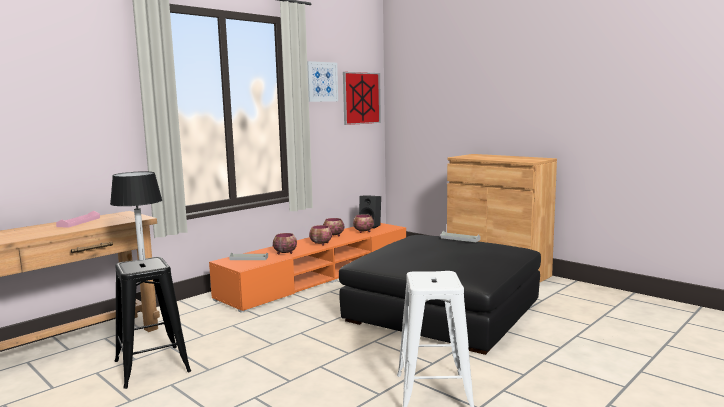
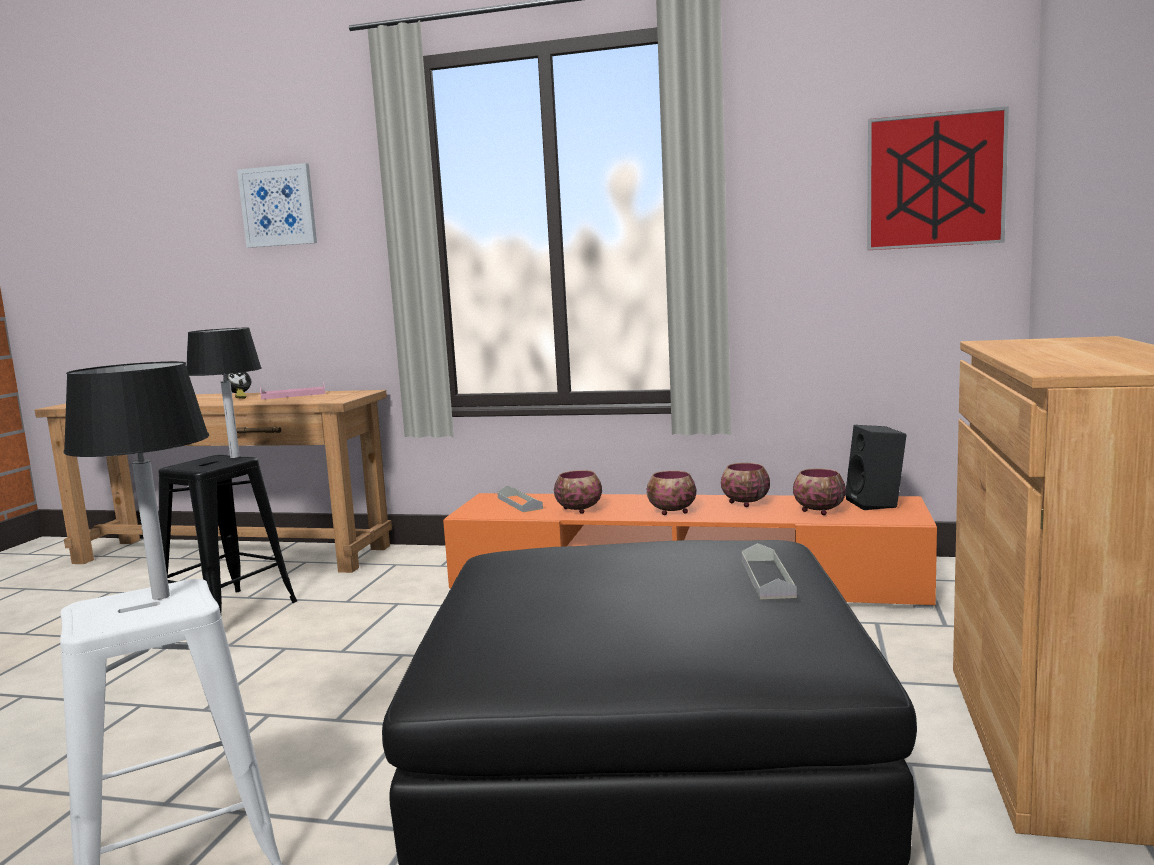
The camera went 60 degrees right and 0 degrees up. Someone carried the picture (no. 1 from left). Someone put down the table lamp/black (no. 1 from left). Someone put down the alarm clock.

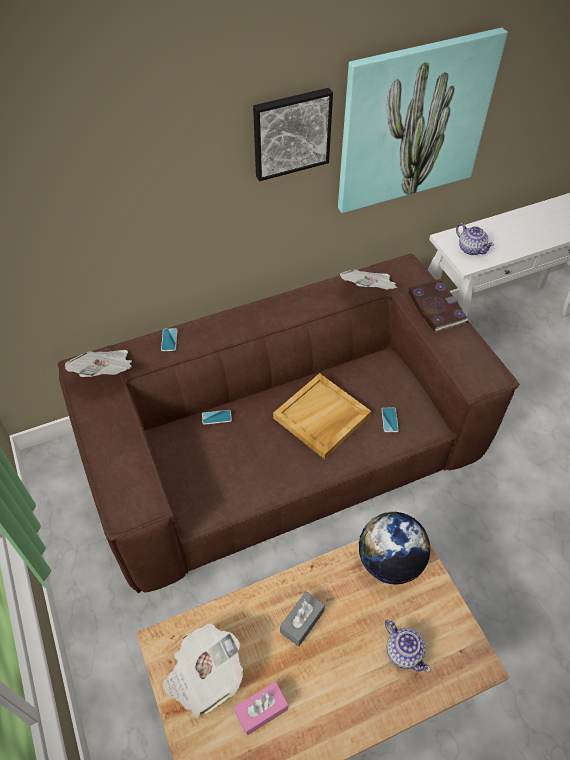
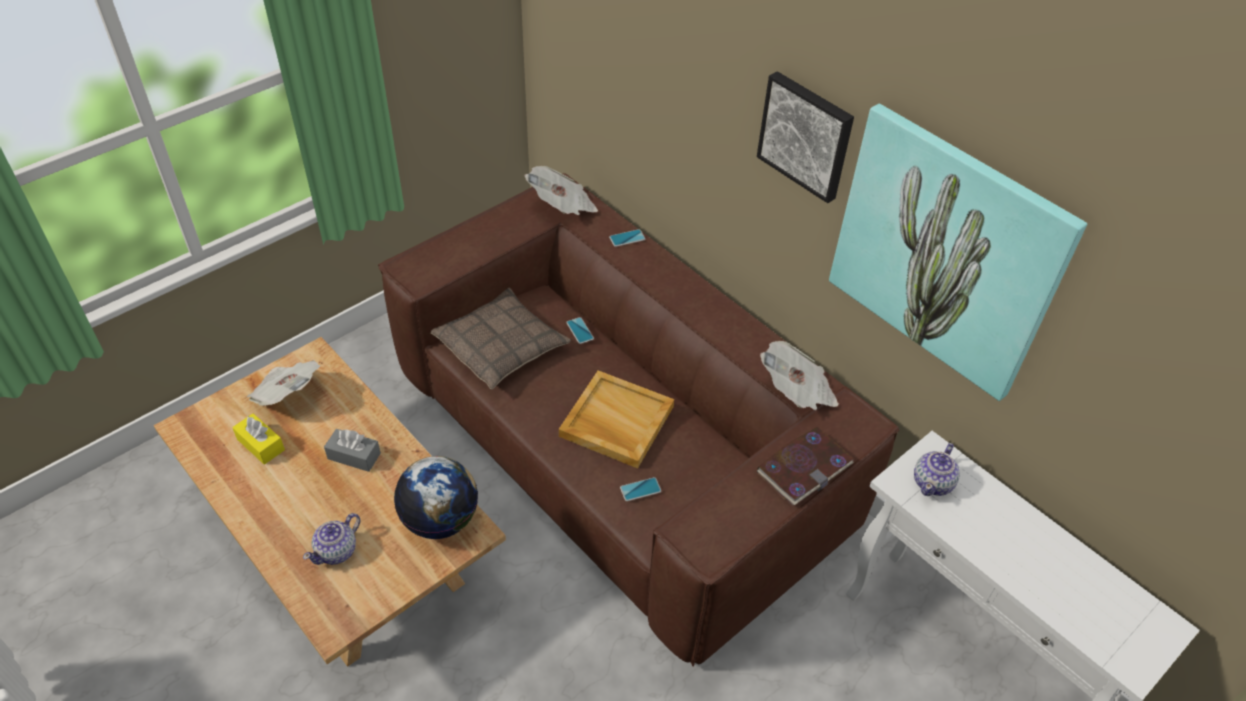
The camera went 70 degrees right and 5 degrees down. Someone repainted the tissue box/pink, which became the tissue box/yellow. Someone put down the pillow.

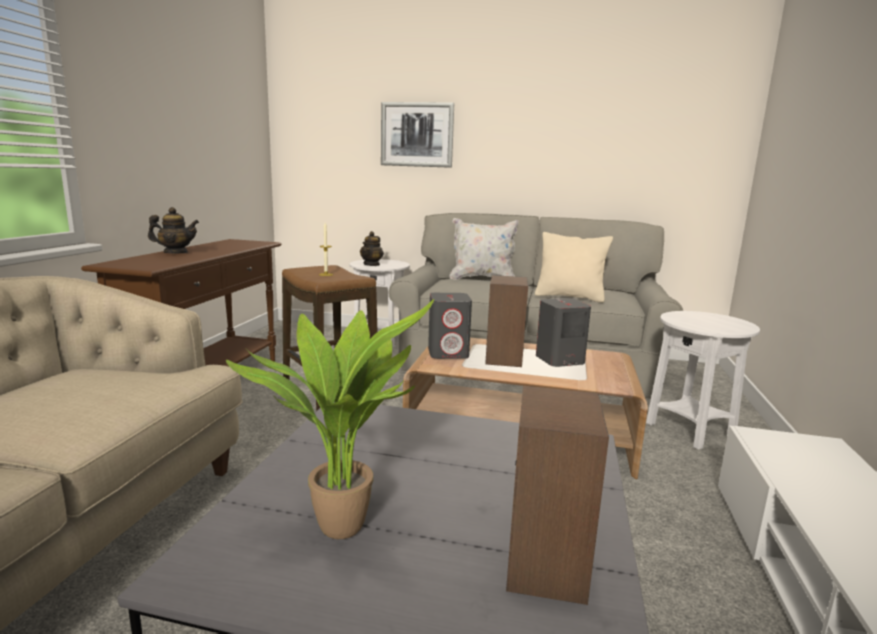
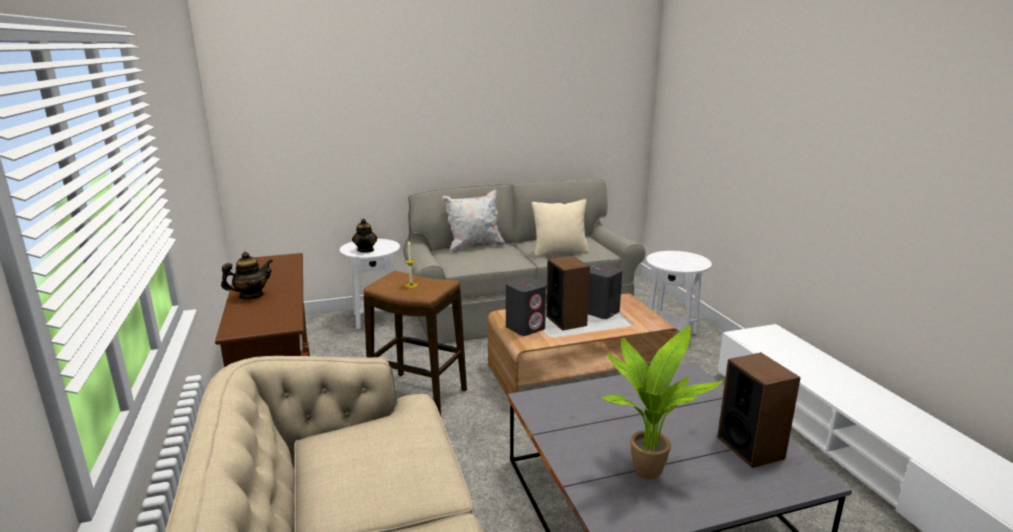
The camera went 30 degrees left and 5 degrees up. Someone took away the picture.

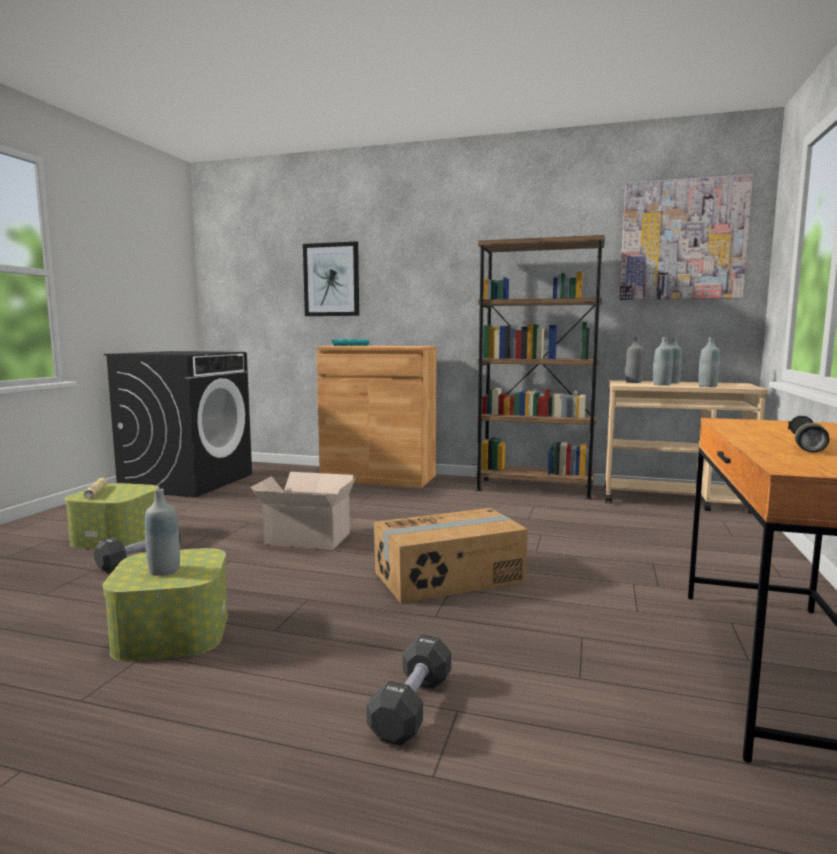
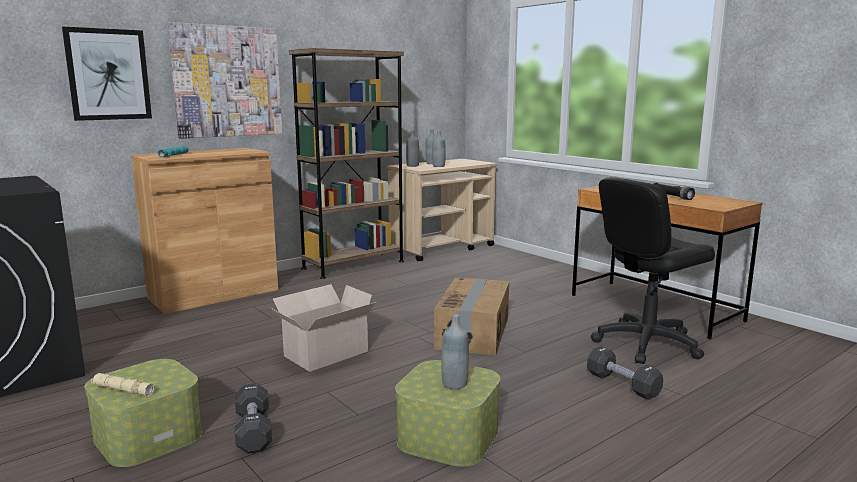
The camera went 55 degrees left and 5 degrees up. Someone carried the picture (no. 2 from left). Someone took away the bottle/grey (no. 5 from left). Someone put down the office chair/black.

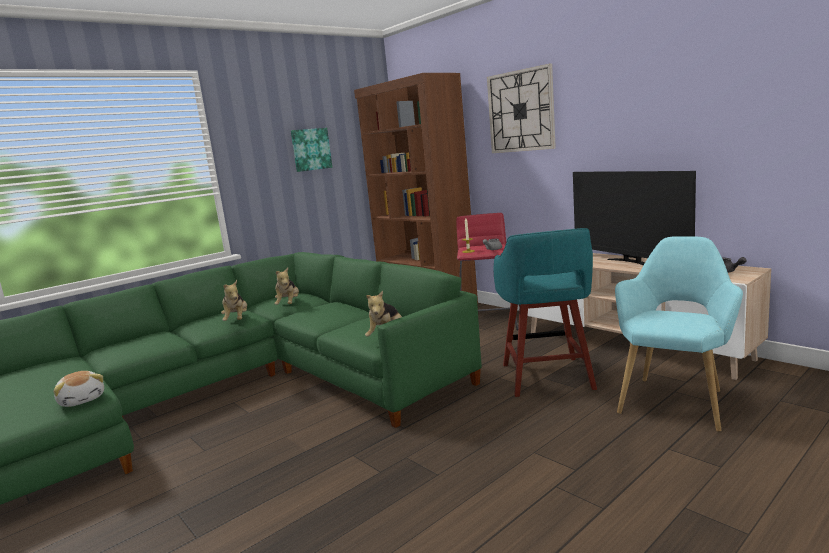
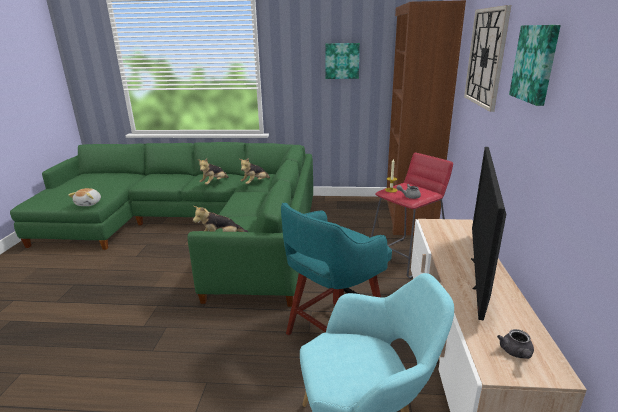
The camera went 45 degrees right and 10 degrees up. Someone put up the picture (no. 2 from left).

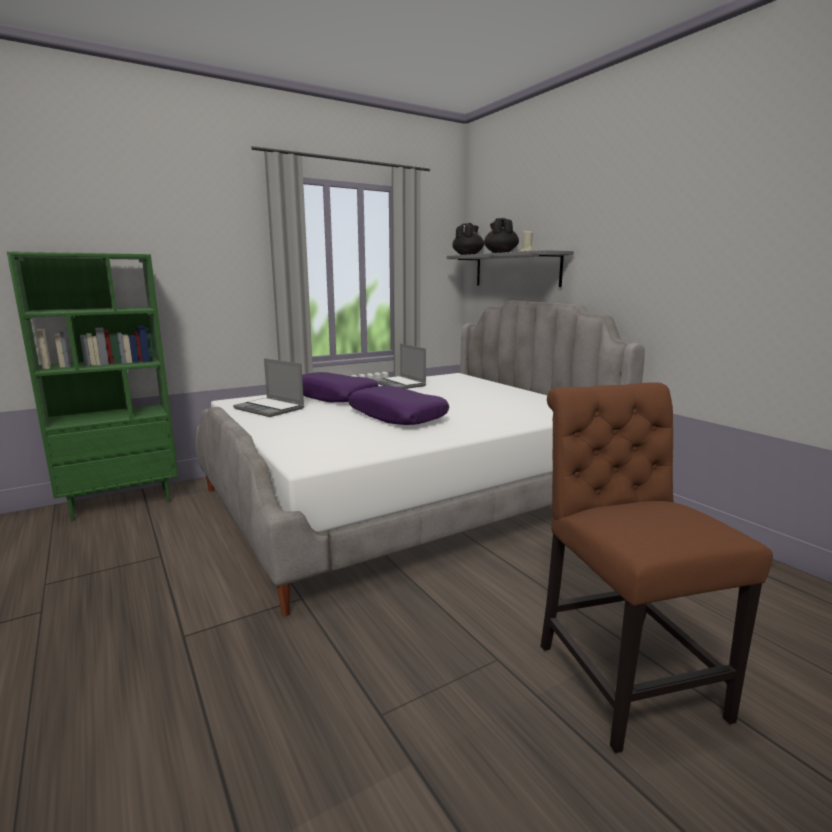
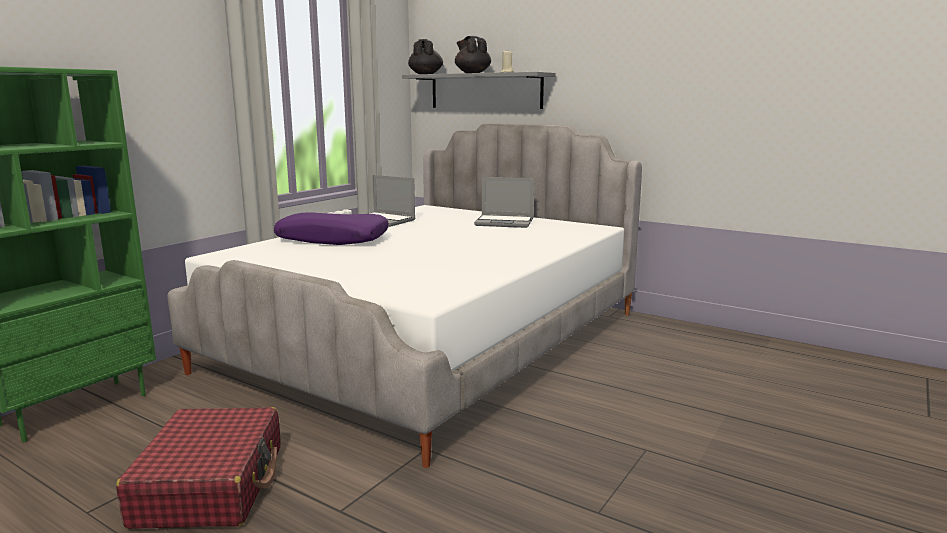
The camera went 25 degrees left and 0 degrees up. Someone carried the laptop (no. 1 from left in the first image). Someone took away the chair/brown. Someone took away the pillow/purple (no. 2 from left). Someone put down the suitcase/red.

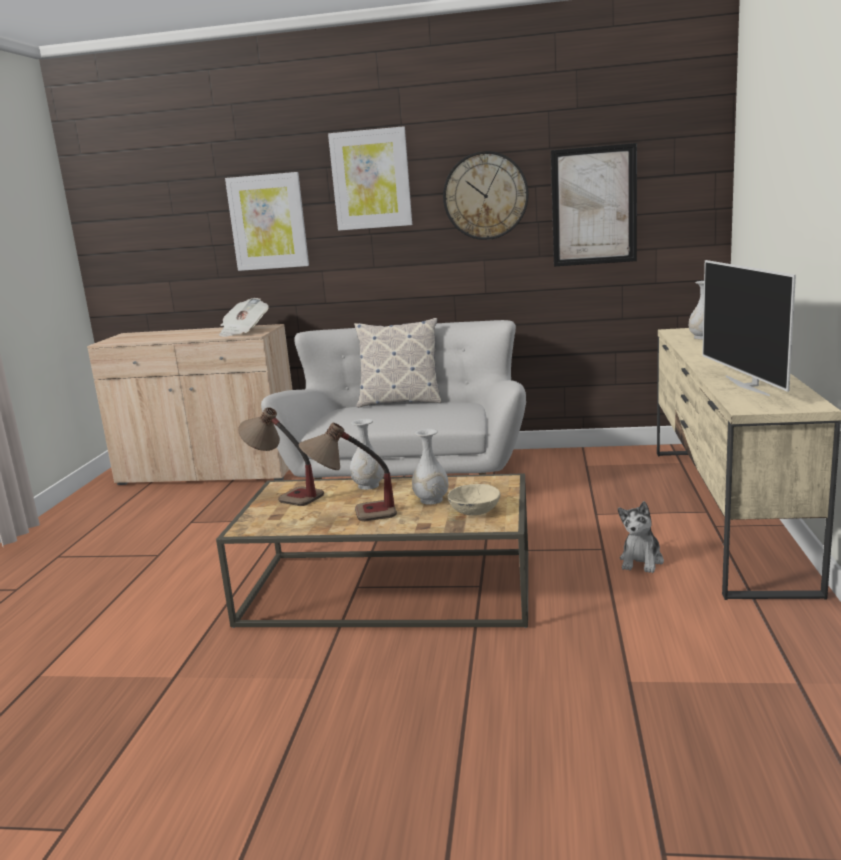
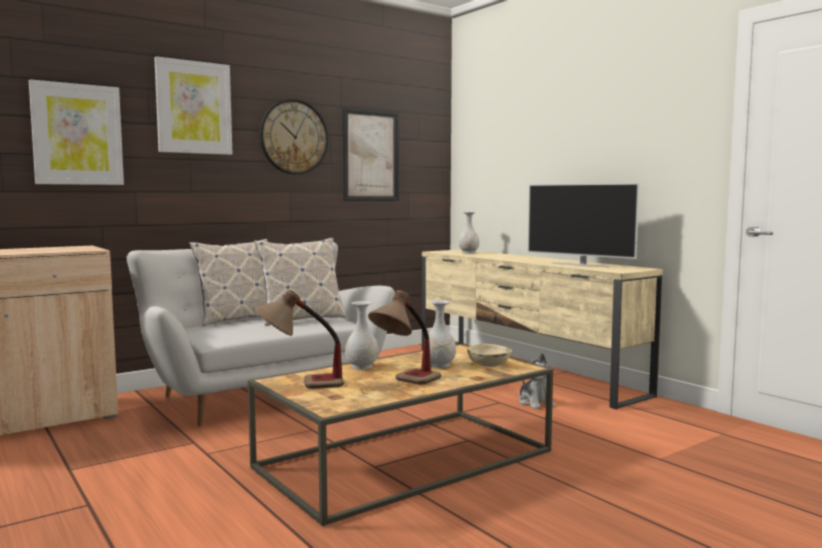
The camera went 45 degrees left and 10 degrees down. Someone took away the newspaper. Someone put down the pillow (no. 2 from left).

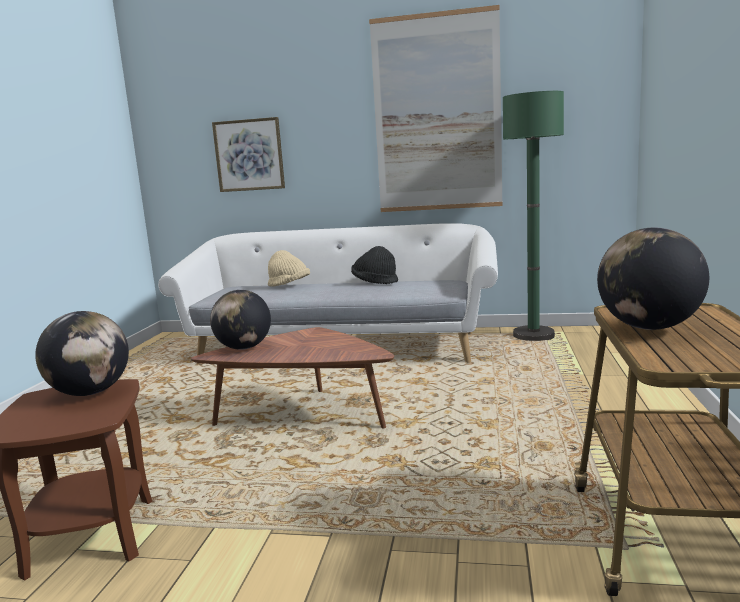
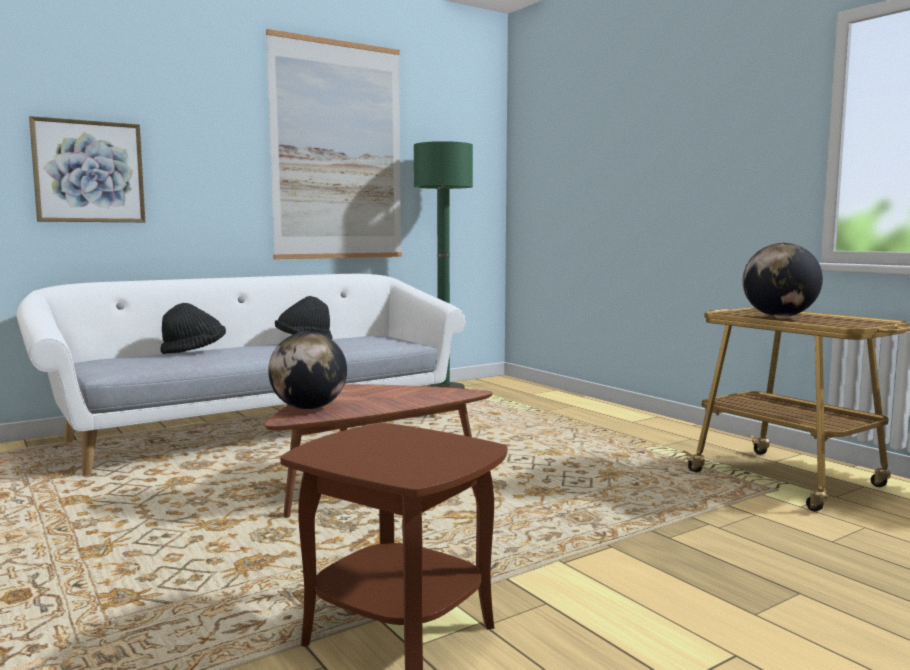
The camera went 45 degrees left and 5 degrees down. Someone repainted the hat/beige, which became the hat/black (no. 1 from left). Someone took away the globe (no. 1 from left).

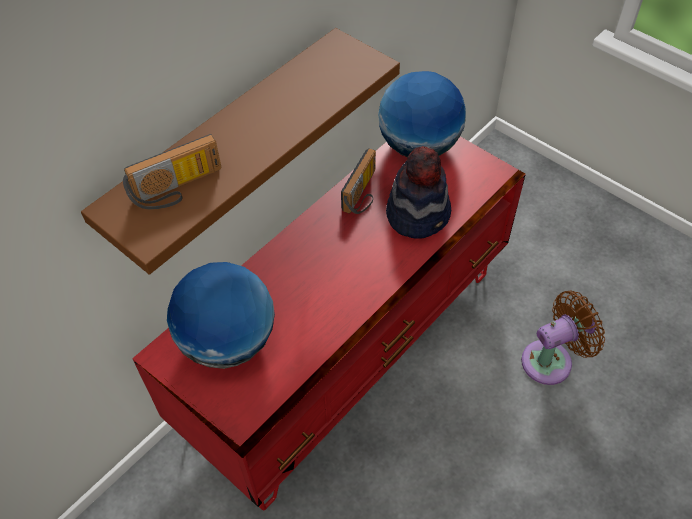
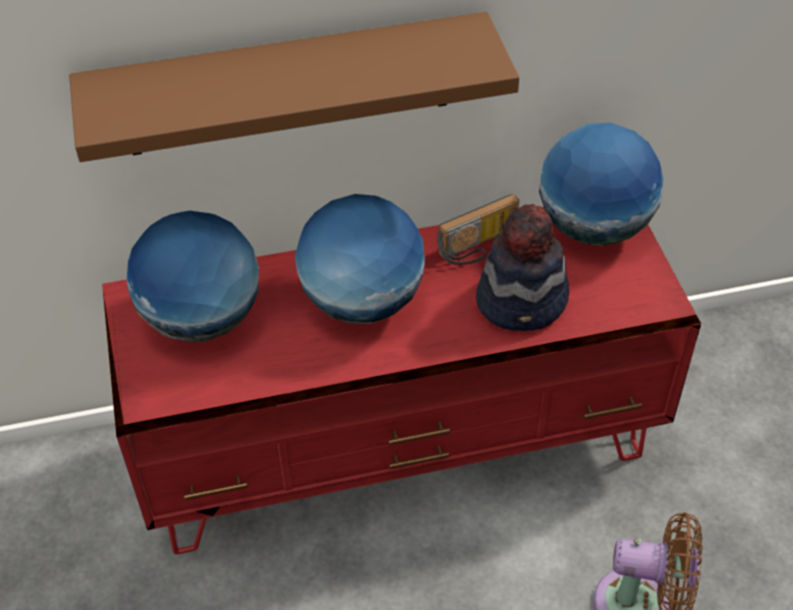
The camera went 35 degrees right and 5 degrees down. Someone took away the radio (no. 1 from left). Someone put down the globe (no. 2 from left).

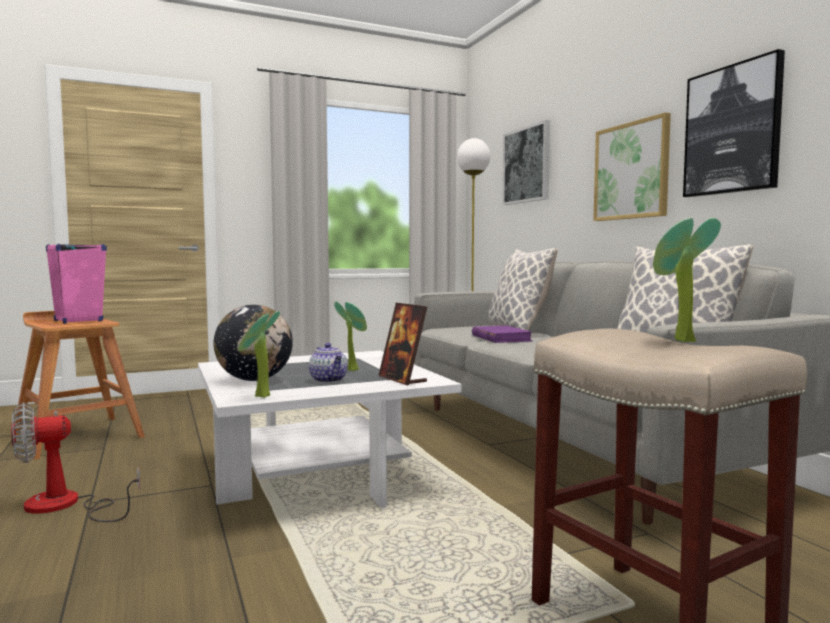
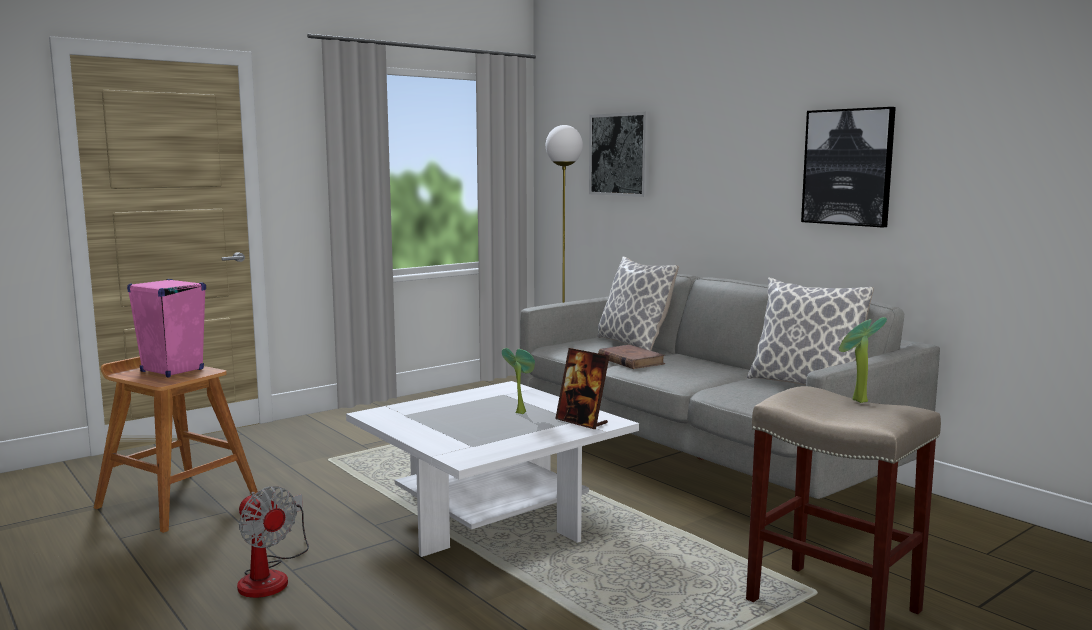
The camera went 15 degrees left and 5 degrees up. Someone took away the picture (no. 2 from left). Someone took away the globe. Someone took away the potted plant (no. 1 from left). Someone repainted the book/purple, which became the book/brown. Someone took away the teapot. Someone rotated the fan by 90 degrees counterclockwise.

